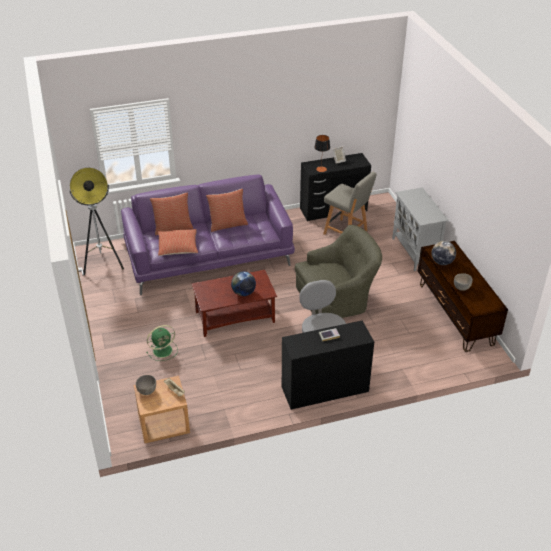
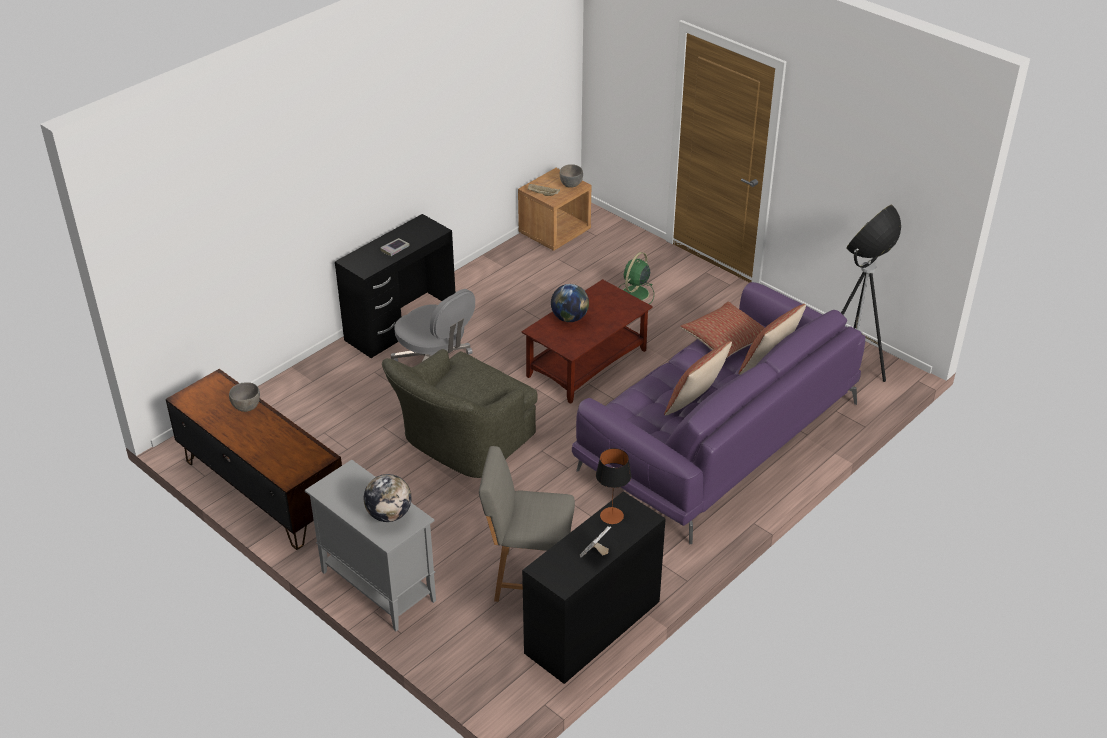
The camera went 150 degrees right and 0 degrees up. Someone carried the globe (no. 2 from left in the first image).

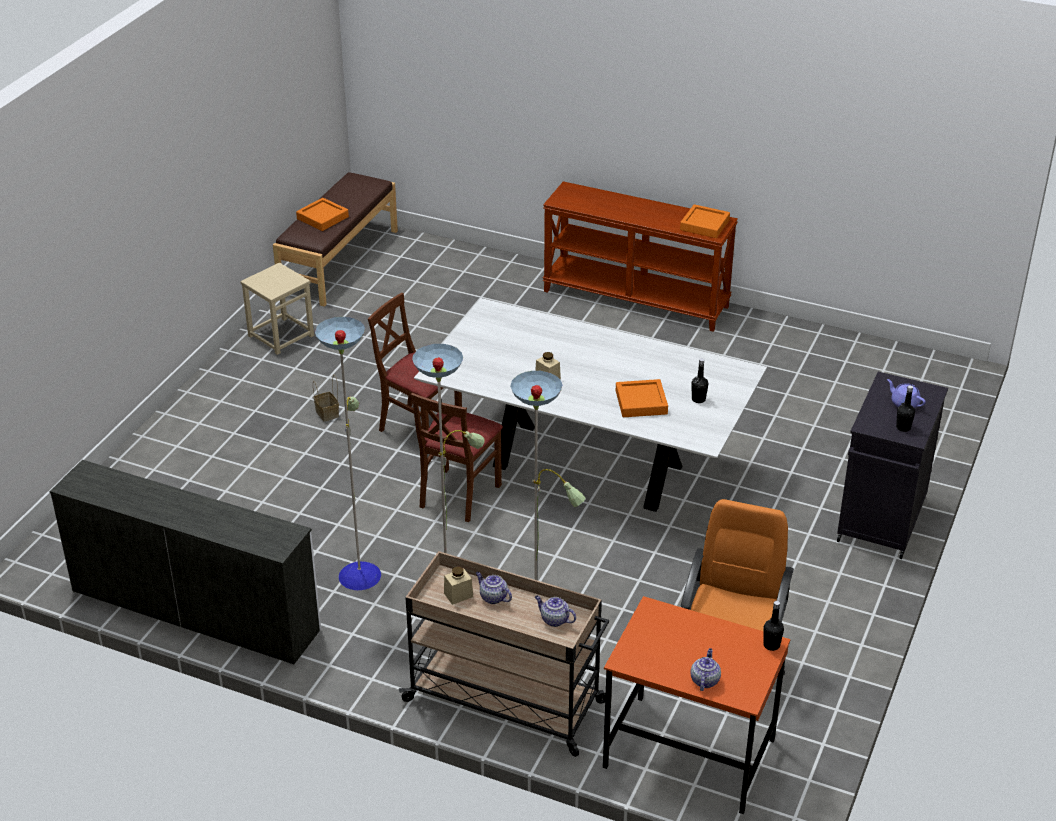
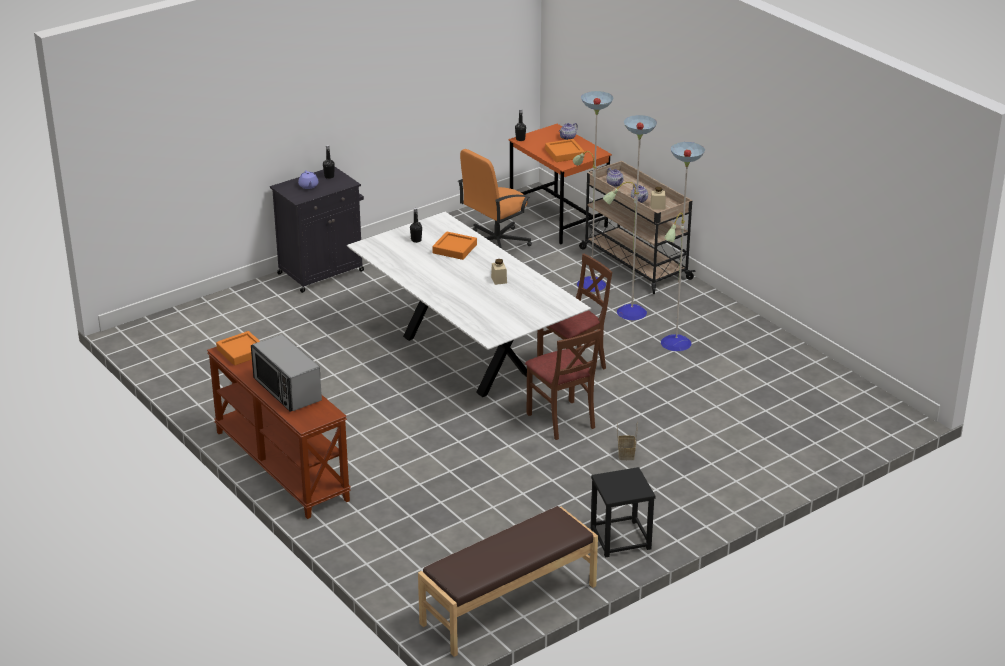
The camera went 150 degrees left and 5 degrees down. Someone carried the tray/orange (no. 1 from left in the first image). Someone repainted the stool/beige, which became the stool/black. Someone took away the dresser/white. Someone put down the microwave.

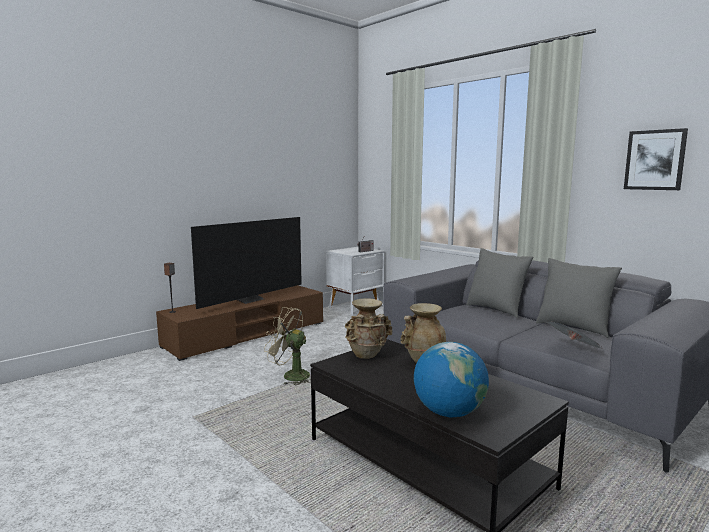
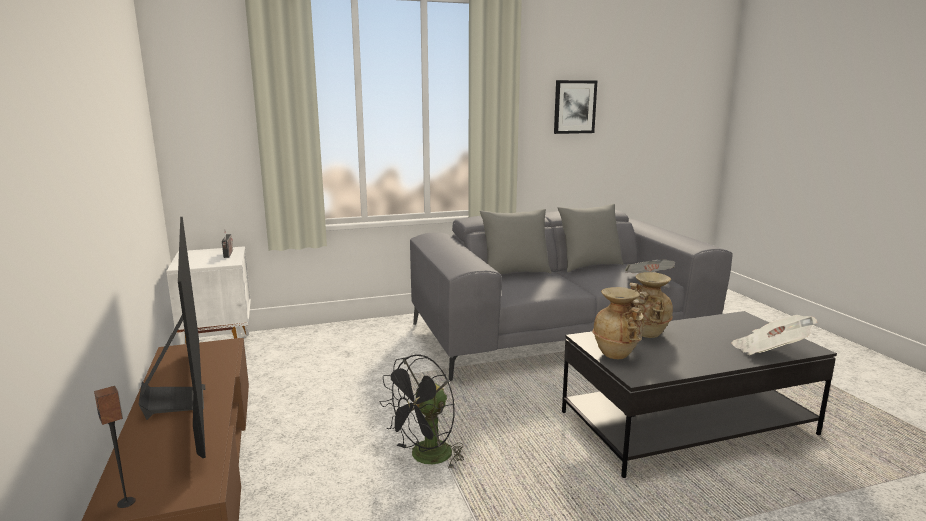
The camera went 65 degrees left and 5 degrees up. Someone repainted the fan/beige, which became the fan/black. Someone swapped the globe for the newspaper (no. 2 from left).

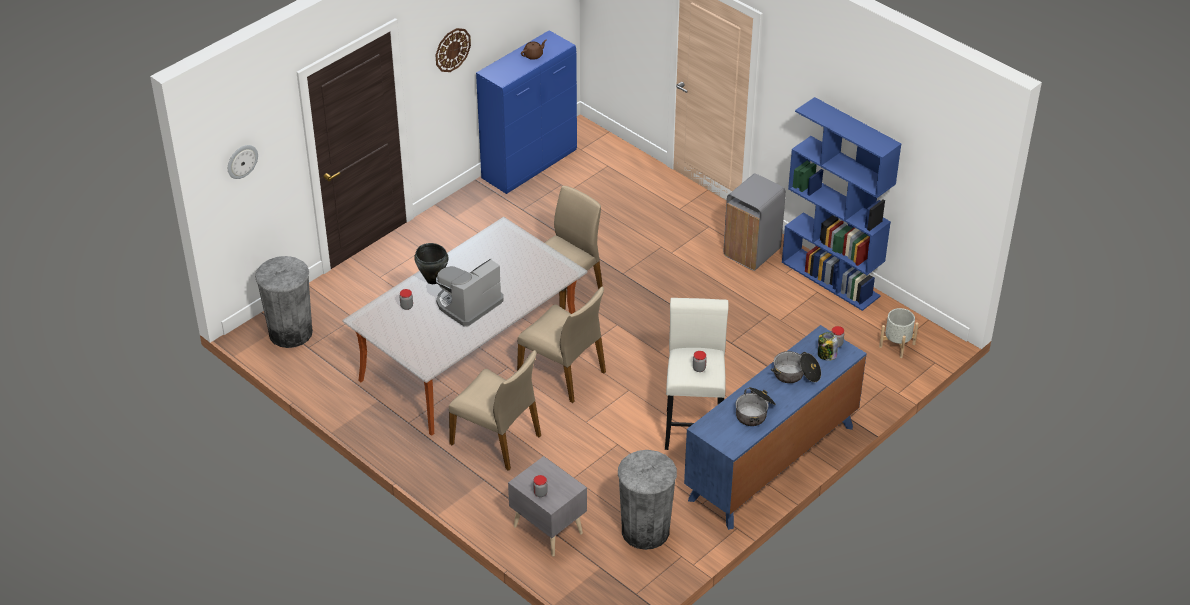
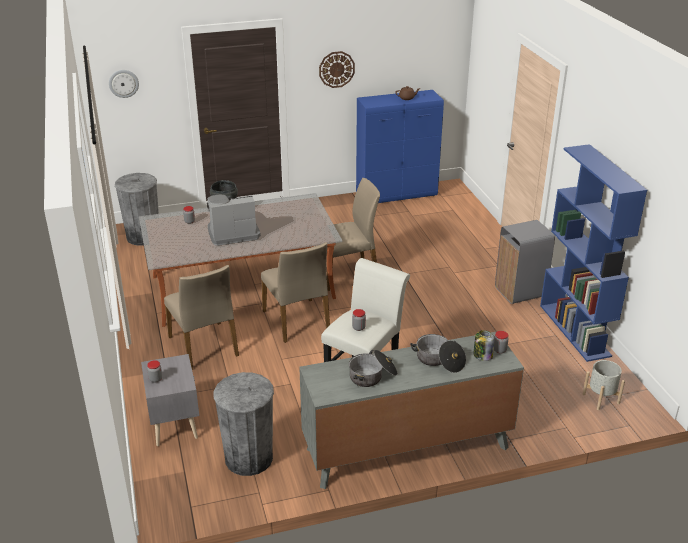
The camera went 30 degrees right and 10 degrees down. Someone repainted the dresser/blue, which became the dresser/grey.

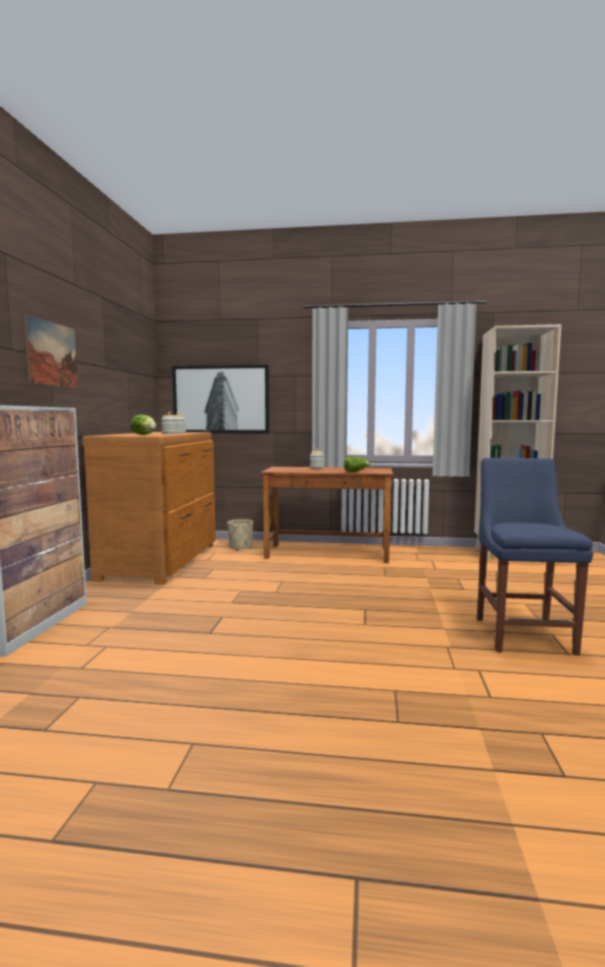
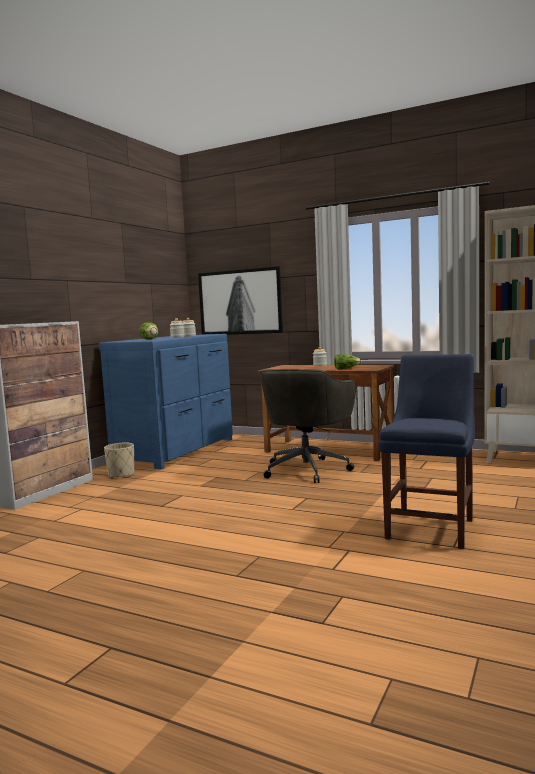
The camera went 20 degrees right and 0 degrees up. Someone took away the picture (no. 1 from left). Someone repainted the dresser/brown, which became the dresser/blue. Someone carried the planter/beige. Someone put down the office chair/grey.

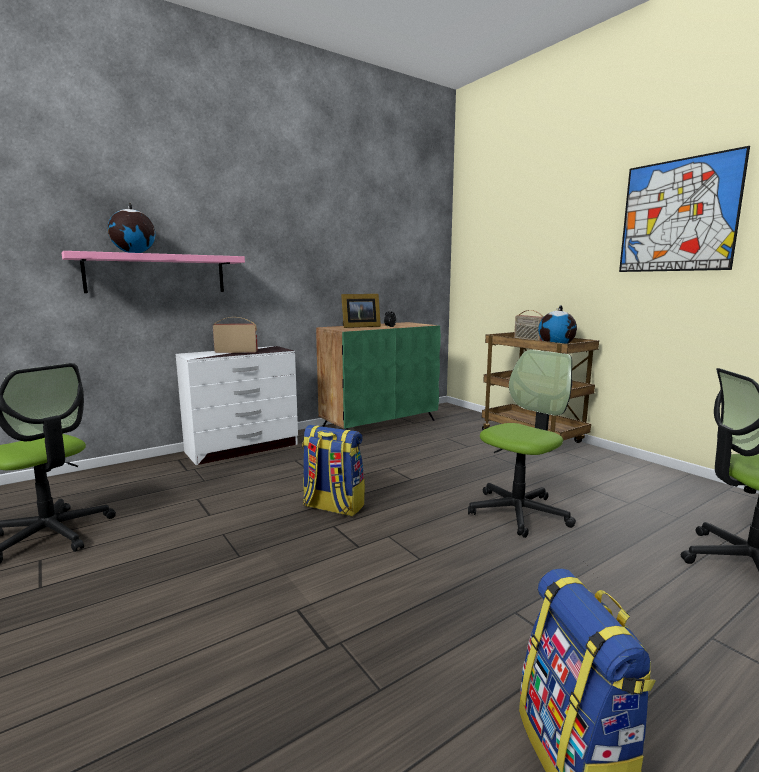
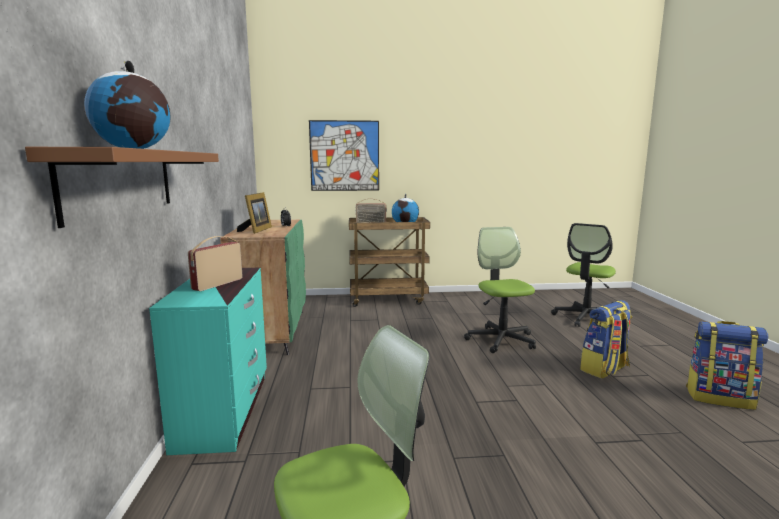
The camera went 60 degrees left and 0 degrees up. Someone carried the picture. Someone repainted the shelf/pink, which became the shelf/brown. Someone repainted the dresser/white, which became the dresser/turquoise. Someone carried the backpack (no. 1 from left).

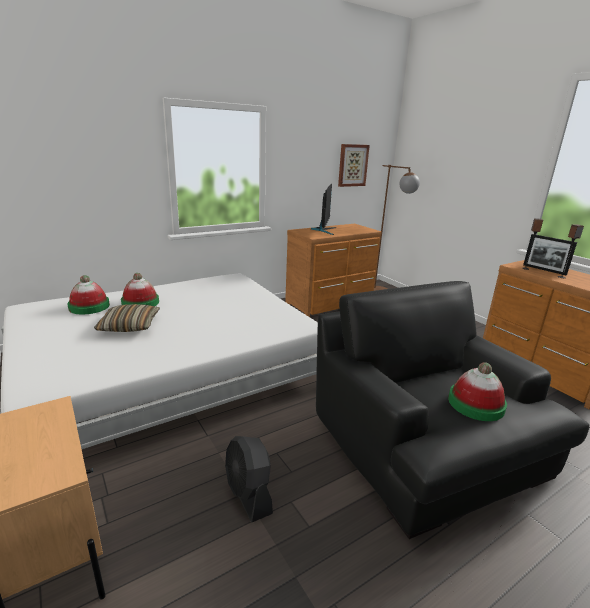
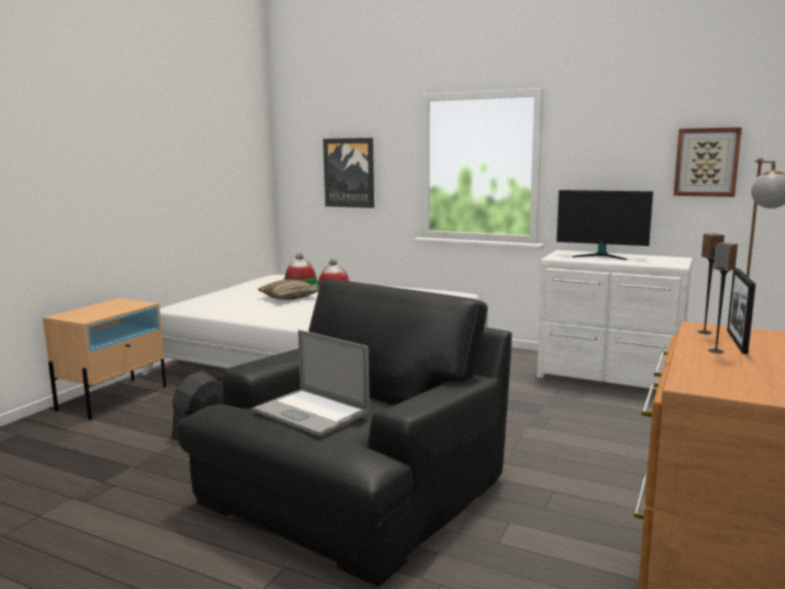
The camera went 60 degrees right and 10 degrees down. Someone rotated the monitor by 45 degrees clockwise. Someone repainted the dresser/brown (no. 1 from left), which became the dresser/white. Someone swapped the hat (no. 3 from left) for the laptop. Someone put up the picture (no. 1 from left).

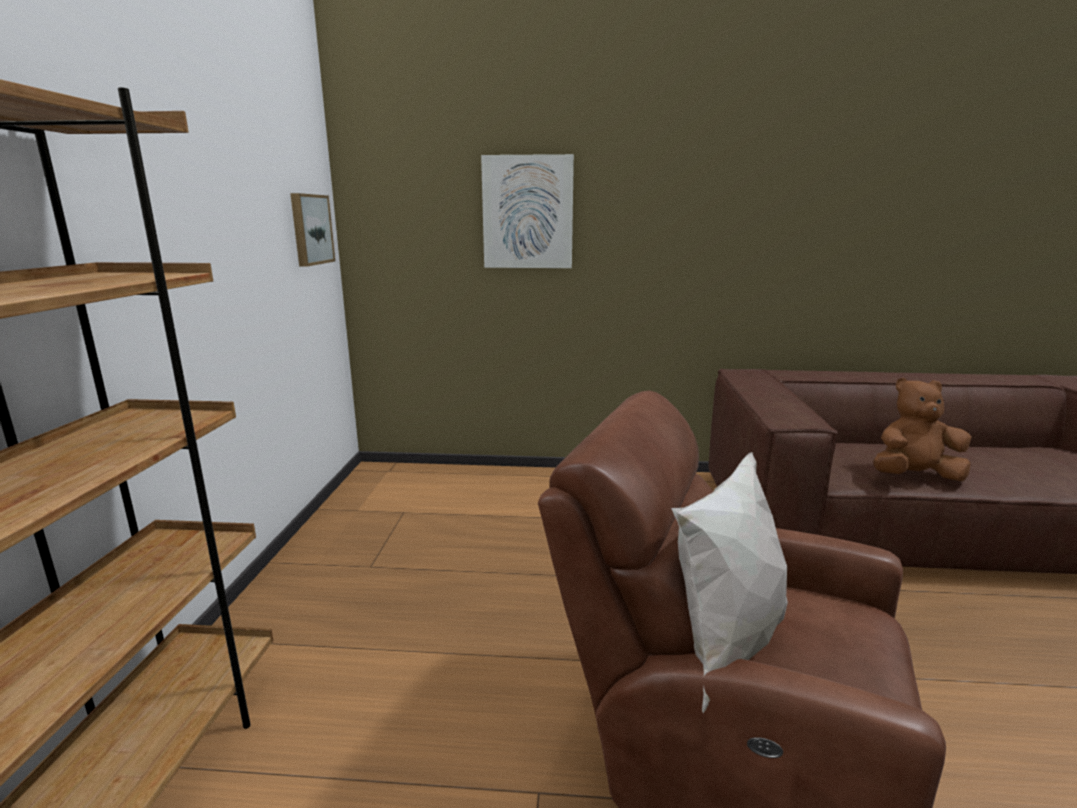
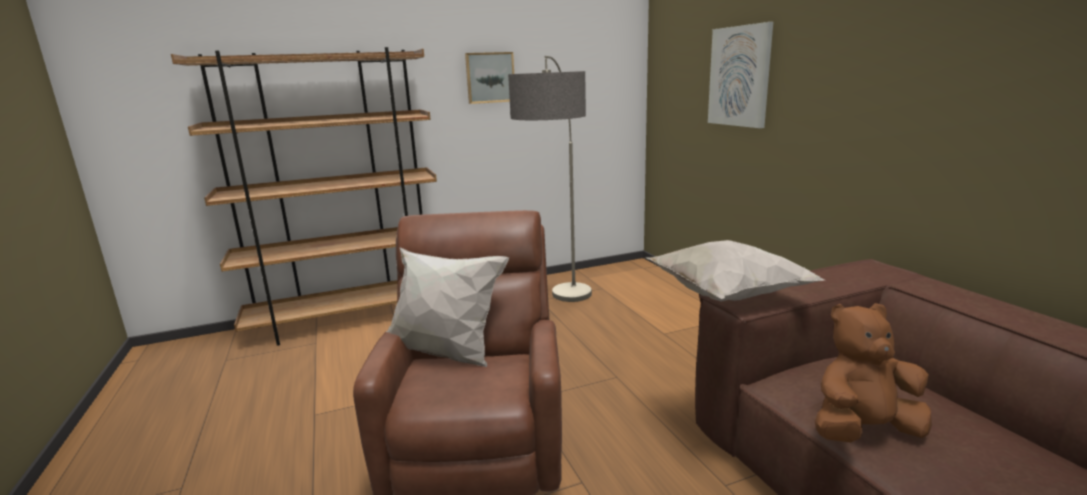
The camera went 65 degrees right and 0 degrees up. Someone carried the picture (no. 1 from left). Someone rotated the plush toy/brown by 75 degrees counterclockwise. Someone put down the floor lamp. Someone put down the pillow/white (no. 2 from left).

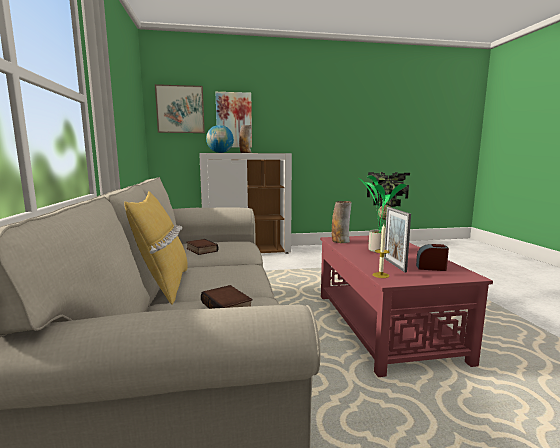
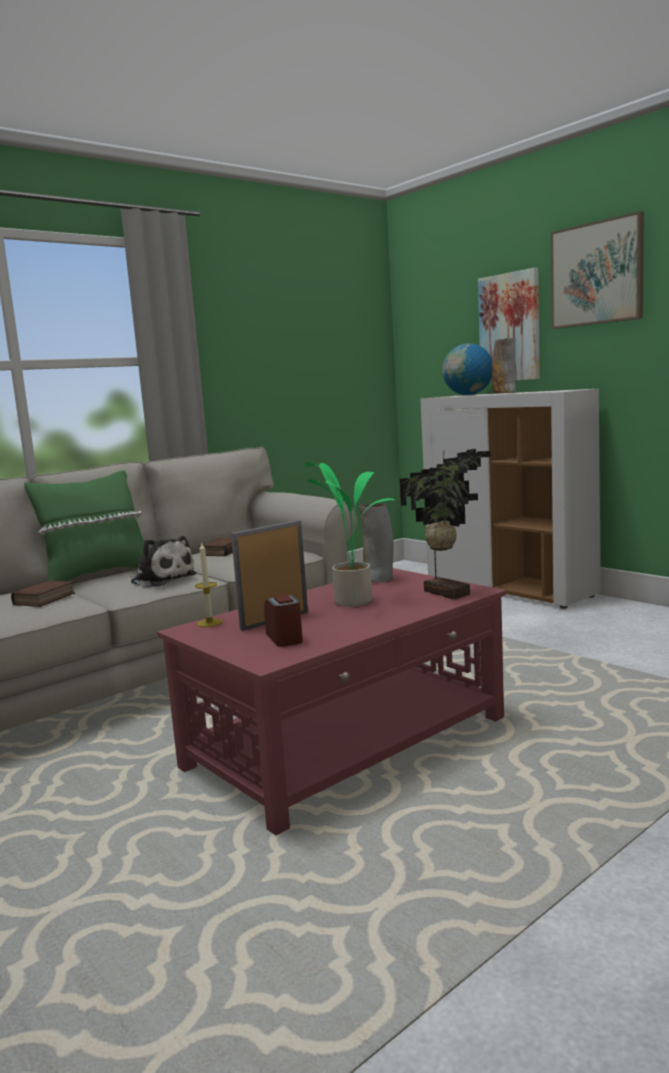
The camera went 60 degrees right and 0 degrees up. Someone carried the picture (no. 1 from left in the first image). Someone repainted the pillow/yellow, which became the pillow/green. Someone put down the plush toy.

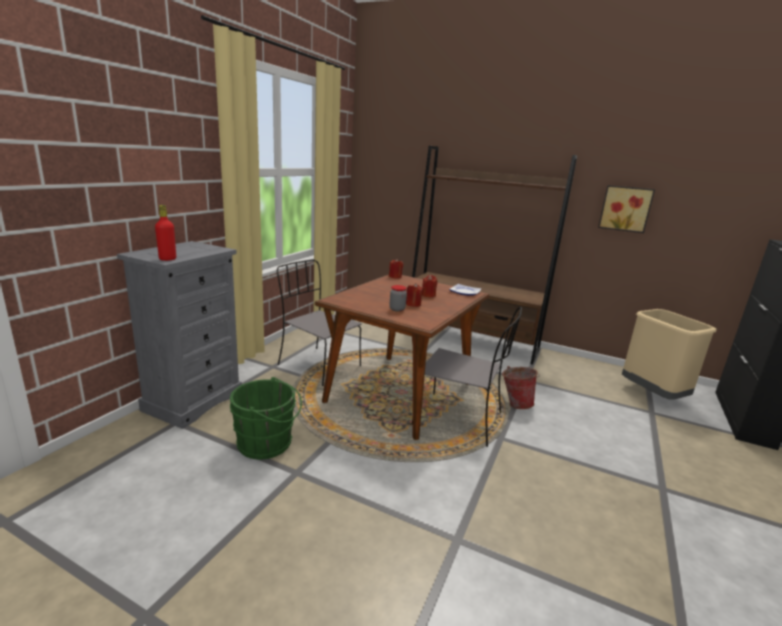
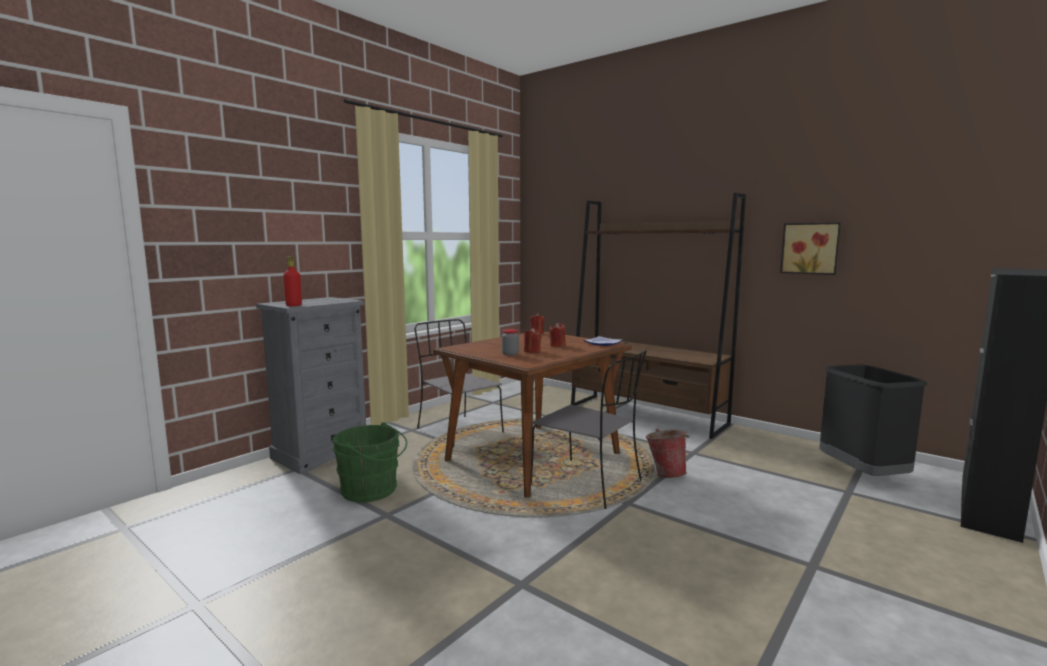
The camera went 15 degrees right and 10 degrees down. Someone repainted the trash can/beige, which became the trash can/black.

